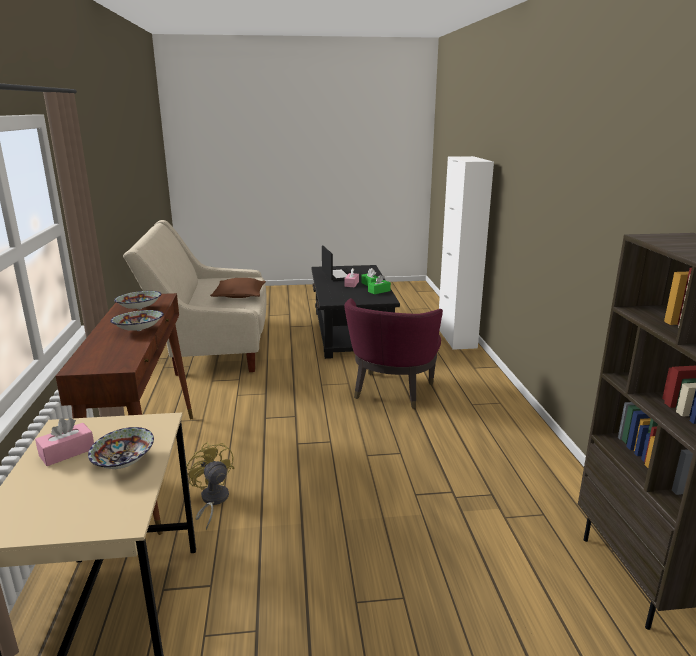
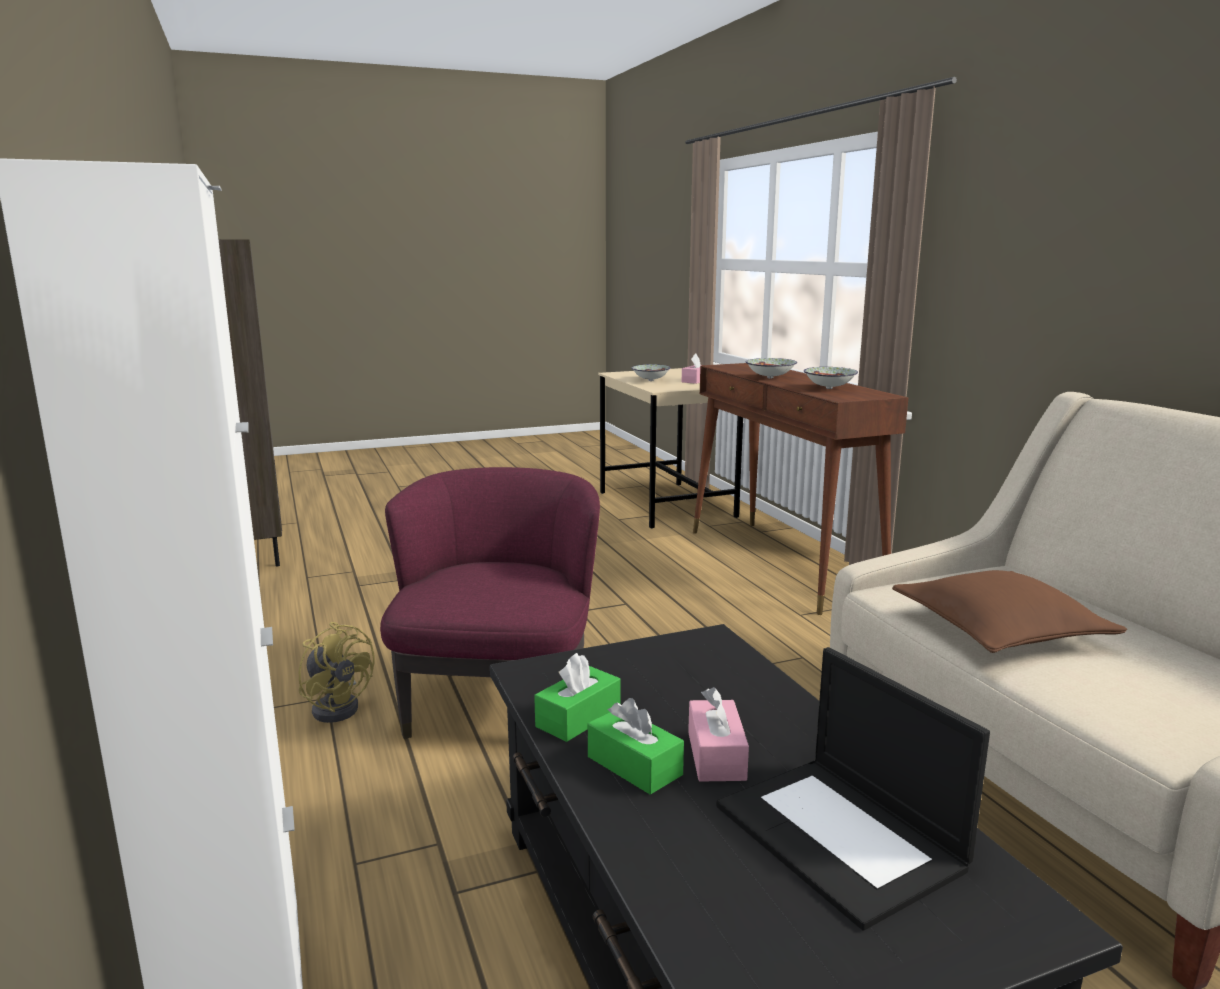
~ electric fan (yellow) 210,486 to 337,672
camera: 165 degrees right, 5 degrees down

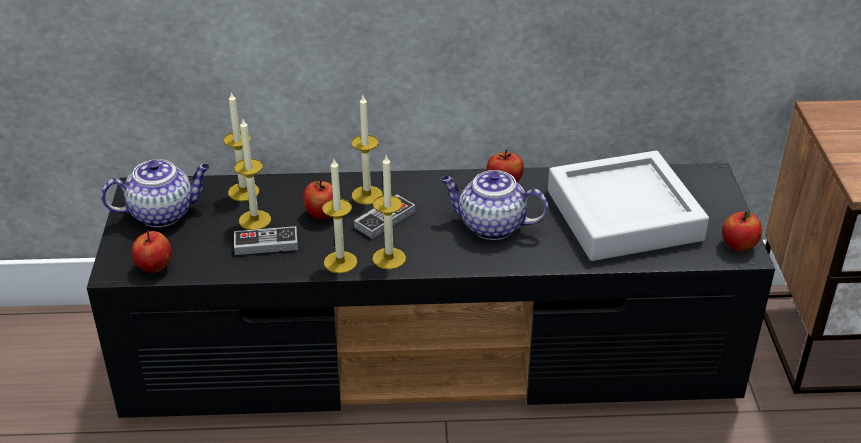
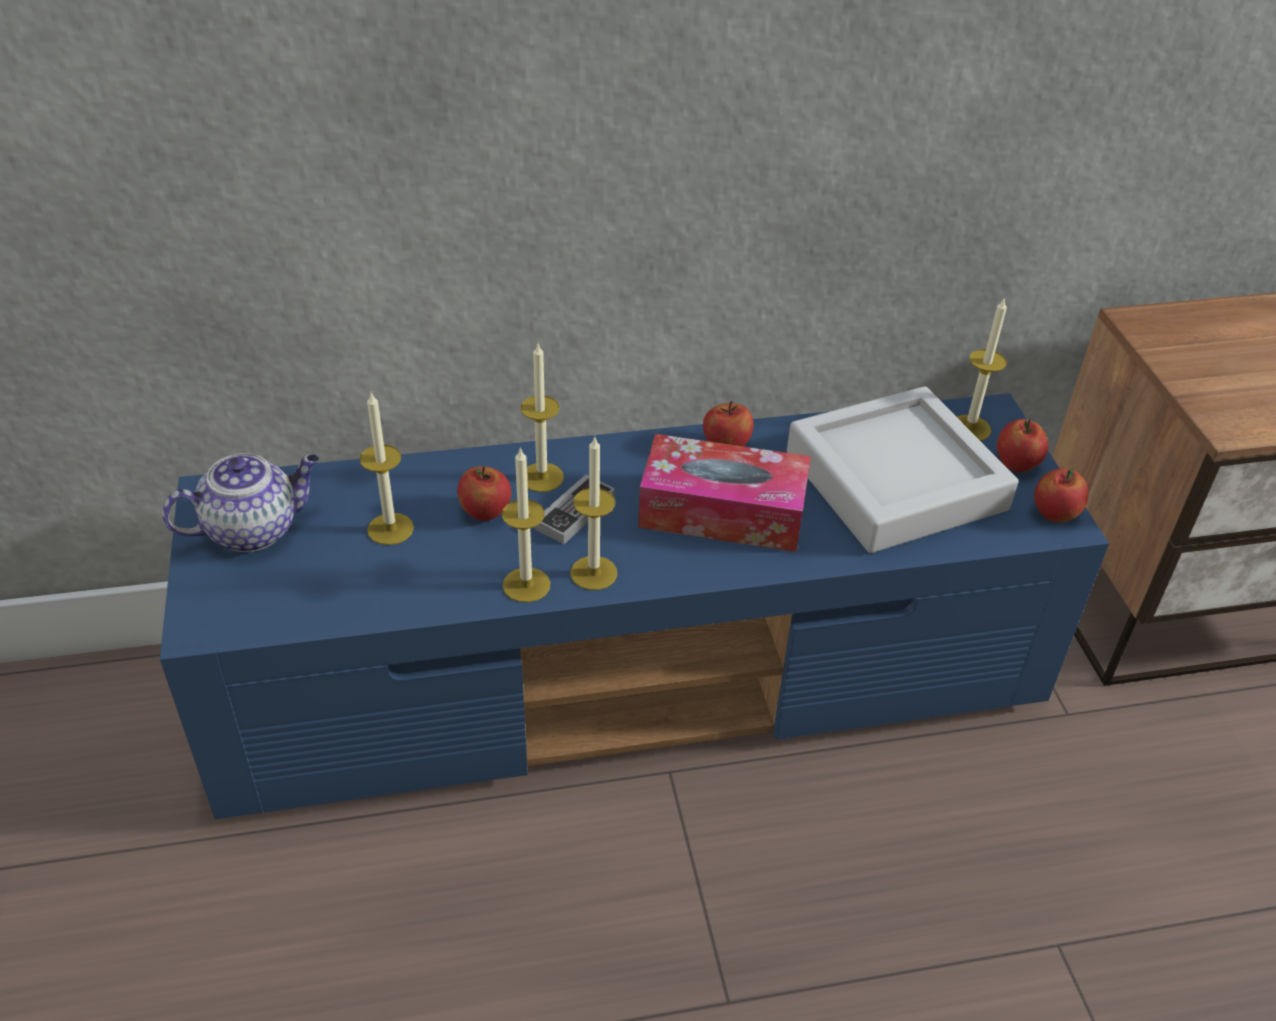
- joypad 266,240
~ apple fruit 151,252 to 1022,445
~ wax candle 241,146 to 982,369
~ teapot 494,205 to box of tissues 724,493
~ tv unit (black) 431,290 to tv unit (blue) 634,606
camera: 10 degrees left, 5 degrees up

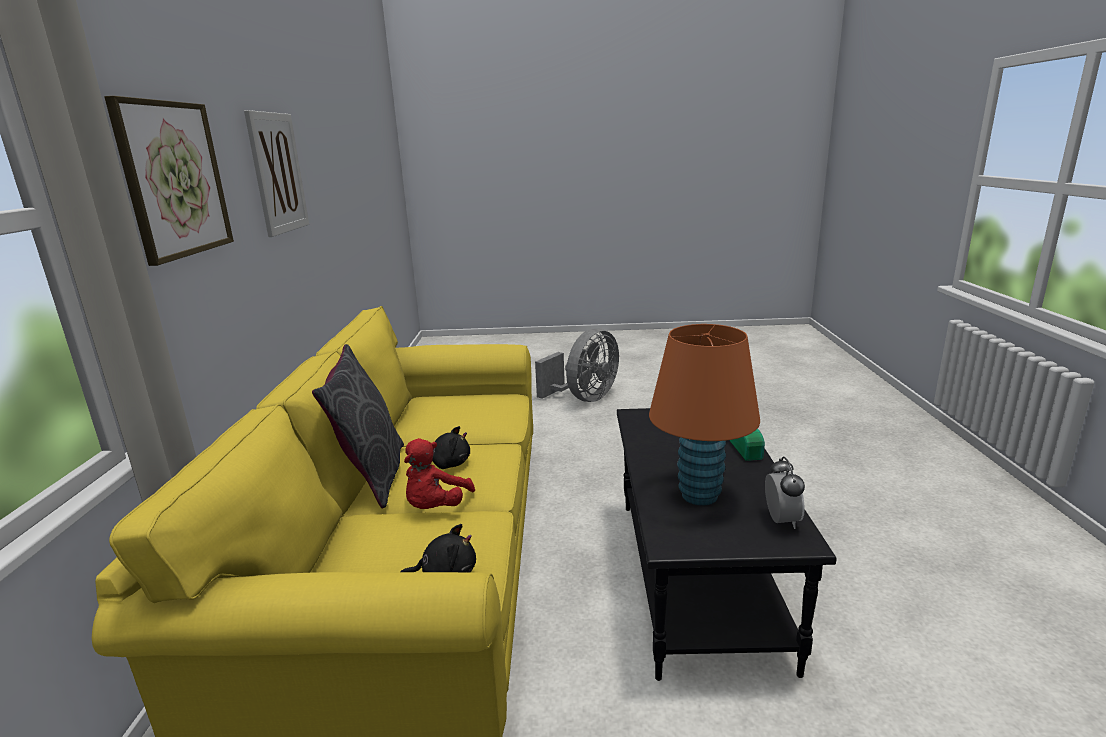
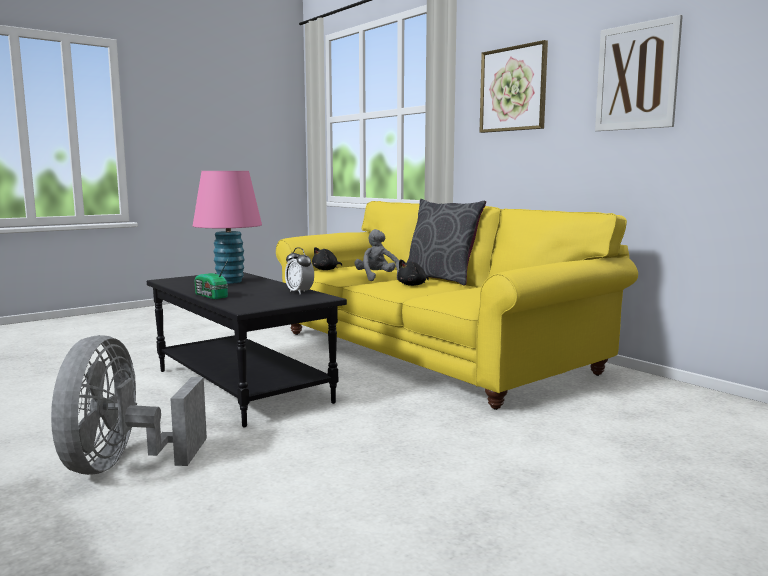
~ electric fan (greyish) 577,365 to 129,405
~ table clock 785,492 to 299,270
~ cuddly toy (reddish) 439,473 to cuddly toy (greyish) 376,255
~ lamp for a table (orange) 704,415 to lamp for a table (pinkish) 227,227
camera: 140 degrees right, 10 degrees down

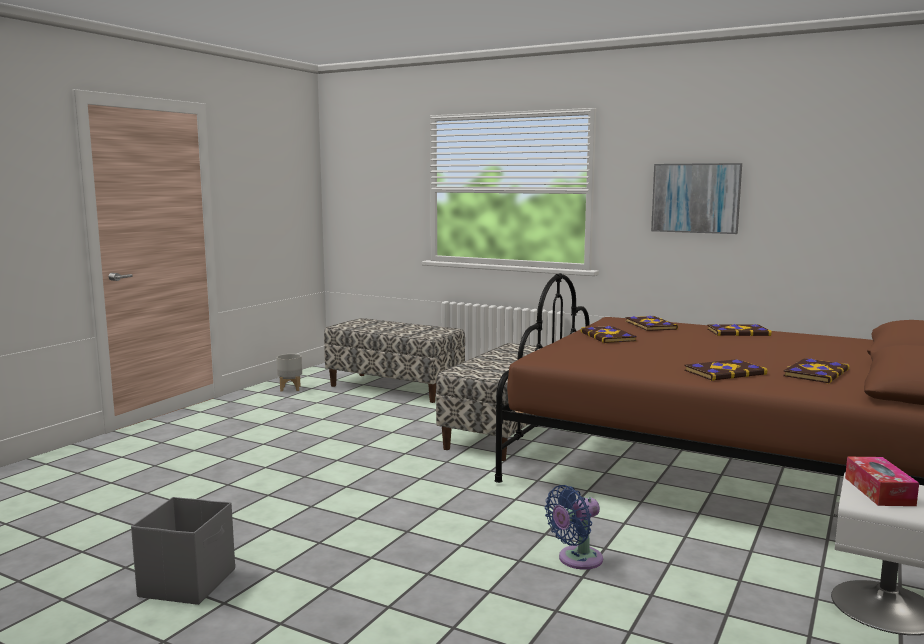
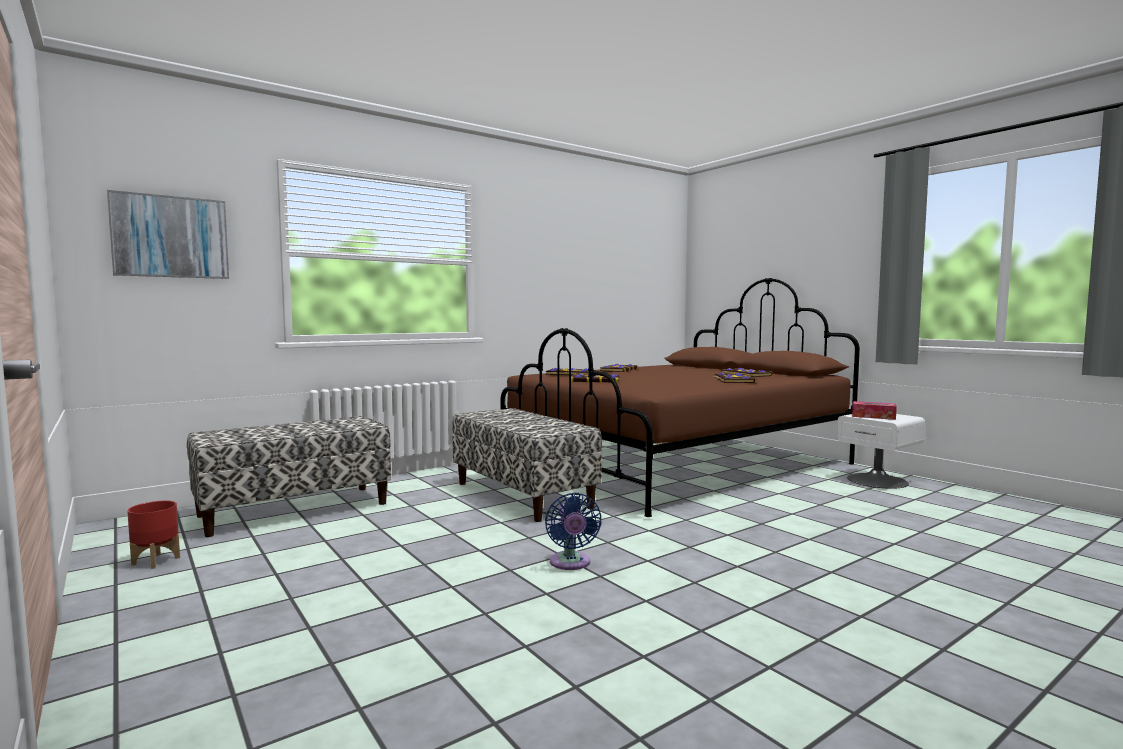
- storage bin (greyish) 183,551
~ electric fan (blue) 574,527 to 573,531
~ wall art 696,198 to 168,234
~ planter (greyish) 289,373 to planter (reddish) 153,535
camera: 65 degrees left, 5 degrees down

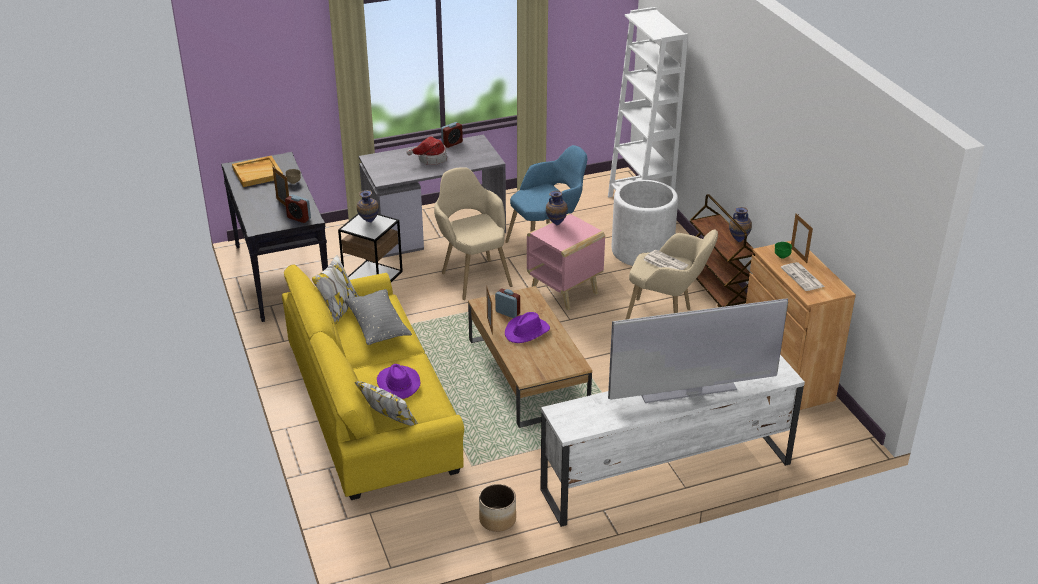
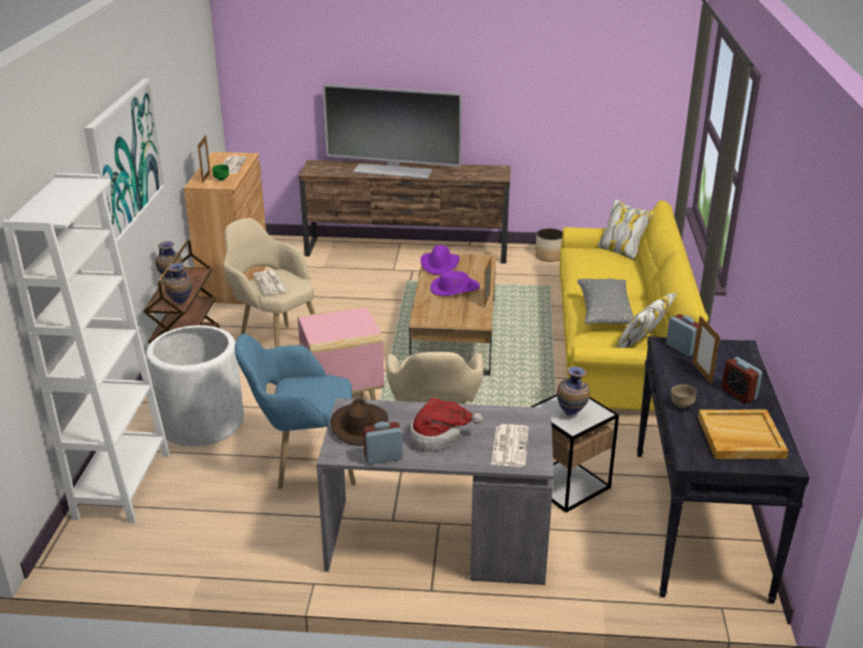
+ wall art 125,164
+ hat (brown-coloured) 359,422
+ newspaper 510,445
~ hat (purple-coloured) 398,381 to 440,260
~ table clock 507,303 to 741,380
~ vase 557,208 to 178,282
~ tv unit (whitish) 672,441 to tv unit (brown-coloured) 405,211
camera: 155 degrees left, 5 degrees down

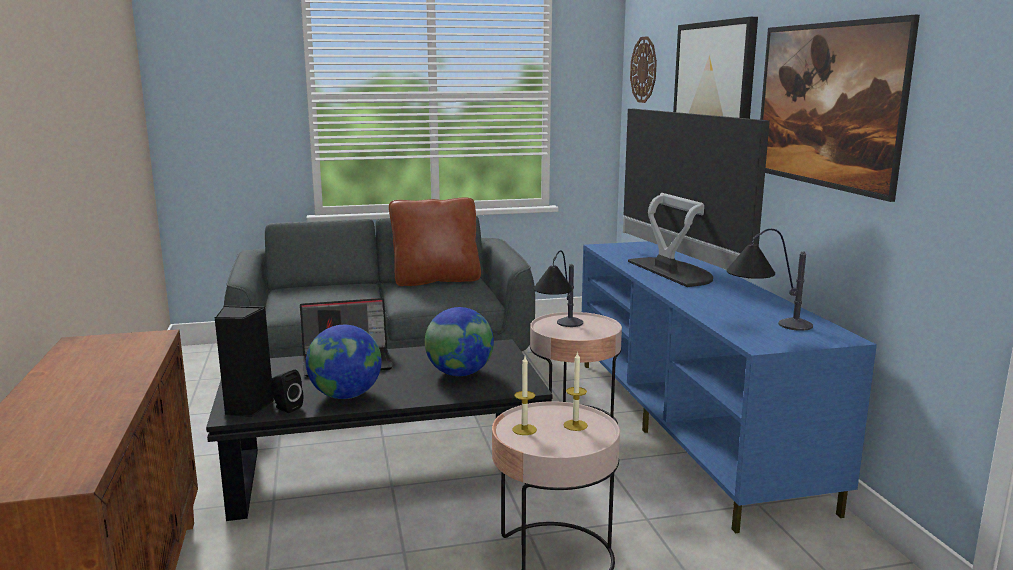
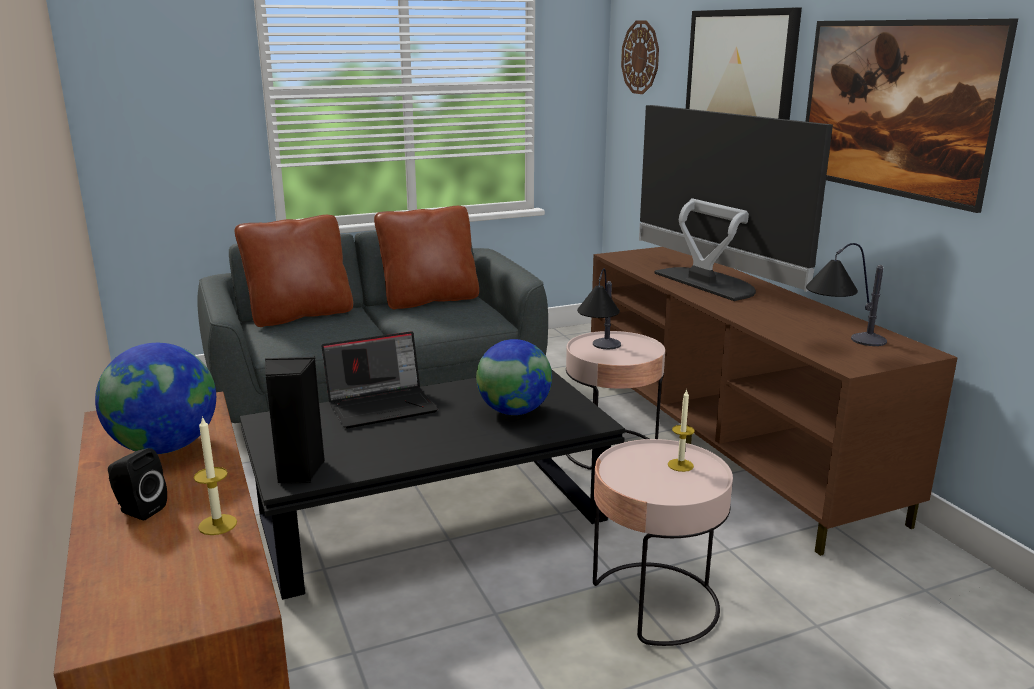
+ pillow (brown-coloured) 294,271
~ speaker (black) 287,391 to 137,484
~ globe 344,362 to 155,398
~ wax candle 525,395 to 215,475
~ tv unit (blue) 729,387 to tv unit (brown-coloured) 774,401
camera: 10 degrees left, 5 degrees up

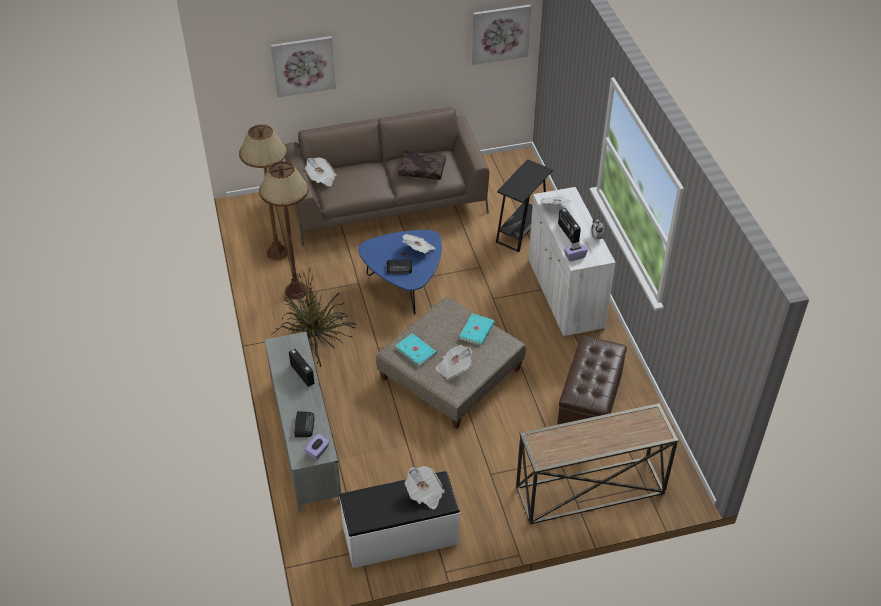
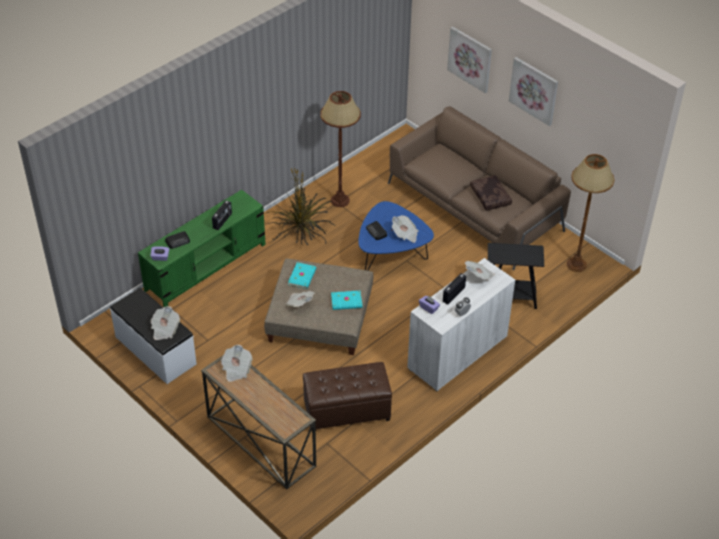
~ standard lamp (brown-coloured) 264,192 to 591,213
~ newspaper 321,172 to 237,363
~ wall art 501,35 to 533,91
~ tv unit (greyish) 303,422 to tv unit (greenish) 202,248
camera: 60 degrees right, 0 degrees up

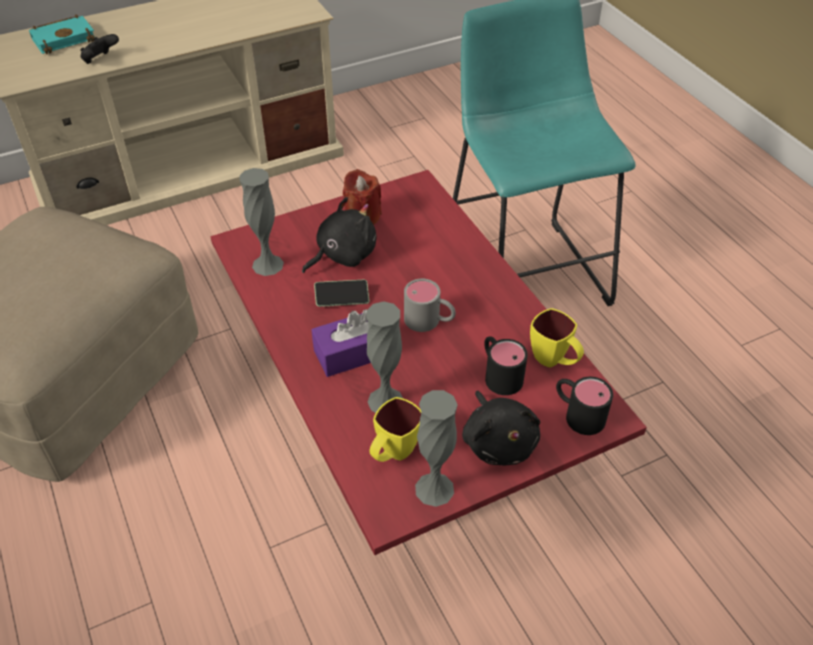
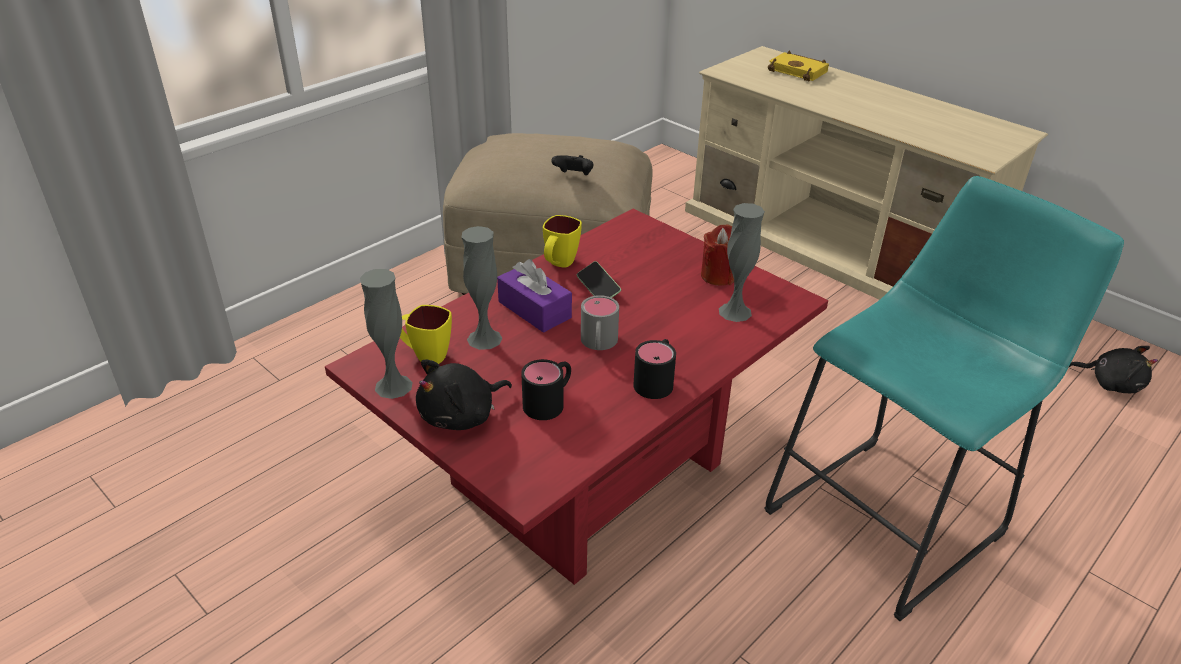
~ joypad (black) 99,49 to 572,165
~ vase (greyish) 262,222 to 742,262
~ cuddly toy (black) 339,235 to 1113,369
~ coffee mug (yellow) 557,338 to 562,241
~ coffee mug (black) 584,406 to 654,369
~ book (turquoise-coloured) 62,34 to book (yellow) 798,66
camera: 70 degrees right, 10 degrees down

